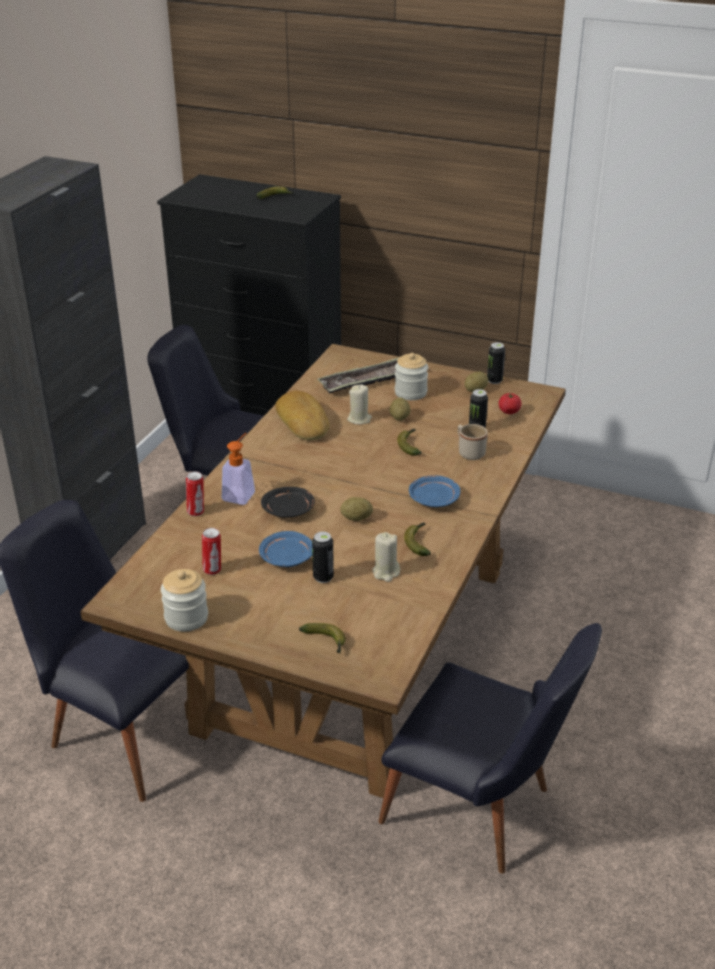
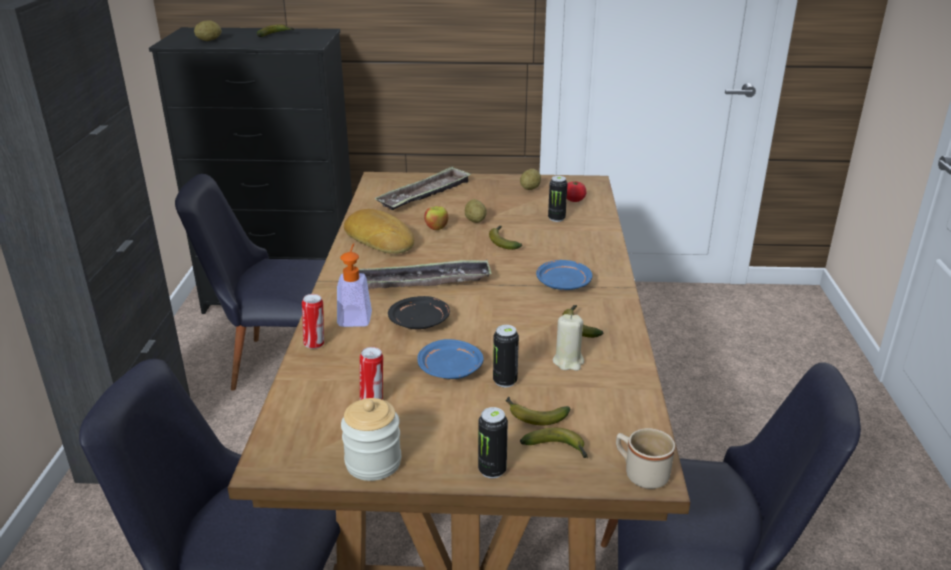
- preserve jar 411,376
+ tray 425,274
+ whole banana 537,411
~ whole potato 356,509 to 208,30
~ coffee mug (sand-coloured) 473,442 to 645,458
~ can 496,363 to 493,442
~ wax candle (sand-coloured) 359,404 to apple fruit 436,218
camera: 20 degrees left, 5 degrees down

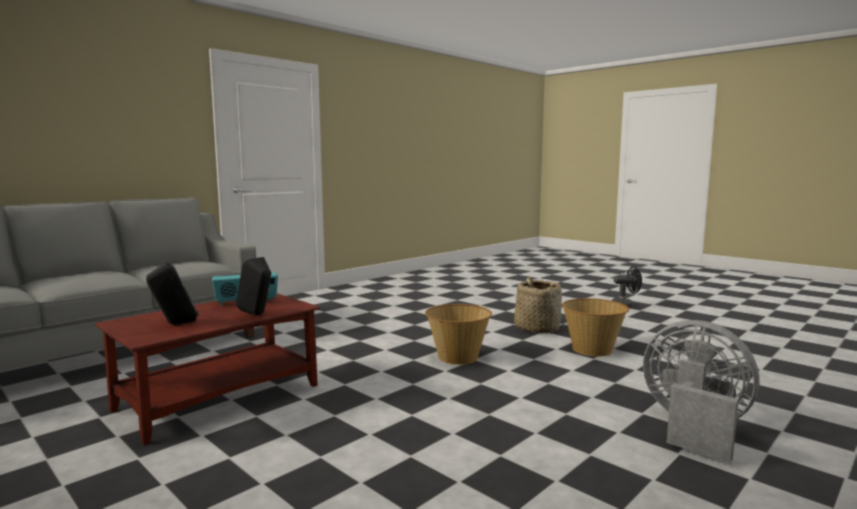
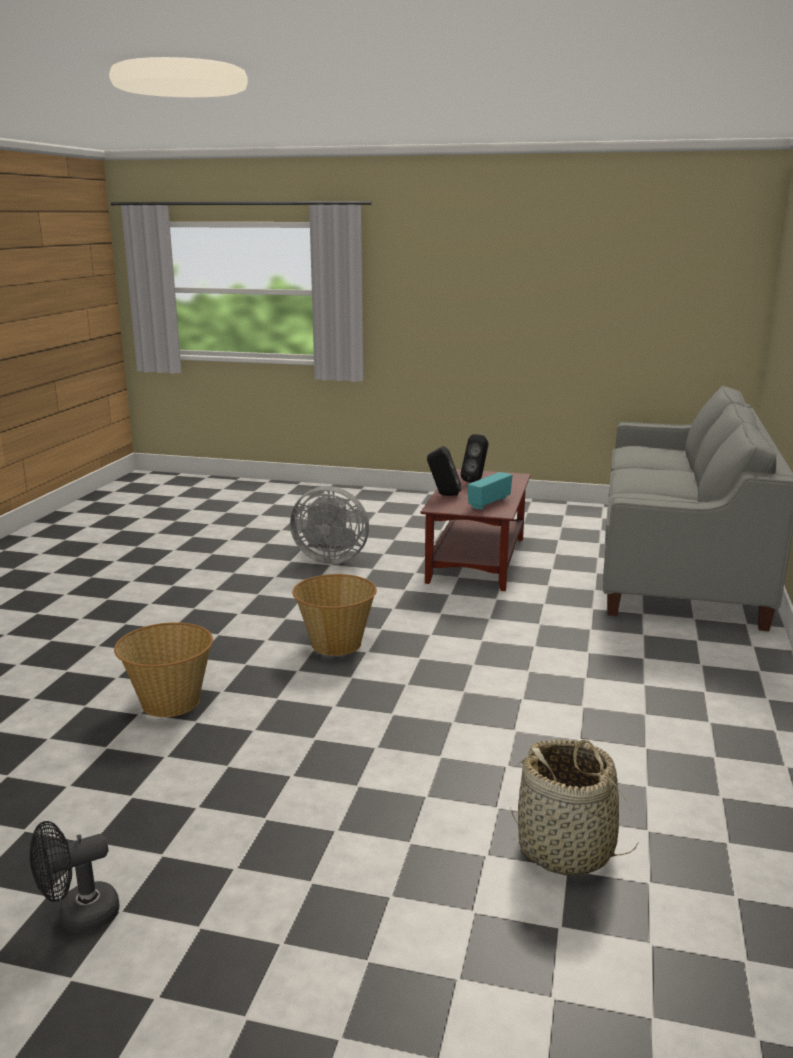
~ basket 538,305 to 574,807
~ electric fan (greyish) 701,391 to 329,525
camera: 150 degrees right, 10 degrees up

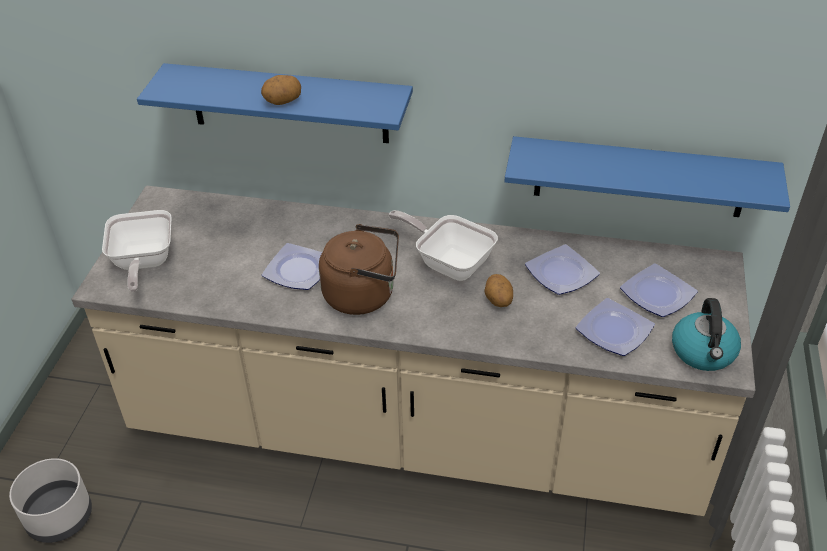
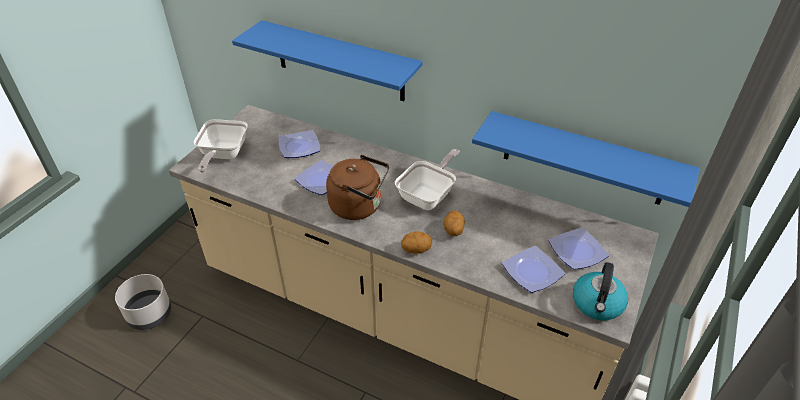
~ whole potato 281,90 to 416,242
~ plate 562,269 to 299,144
~ frying pan 443,245 = 427,179 75 degrees clockwise
camera: 15 degrees right, 0 degrees up

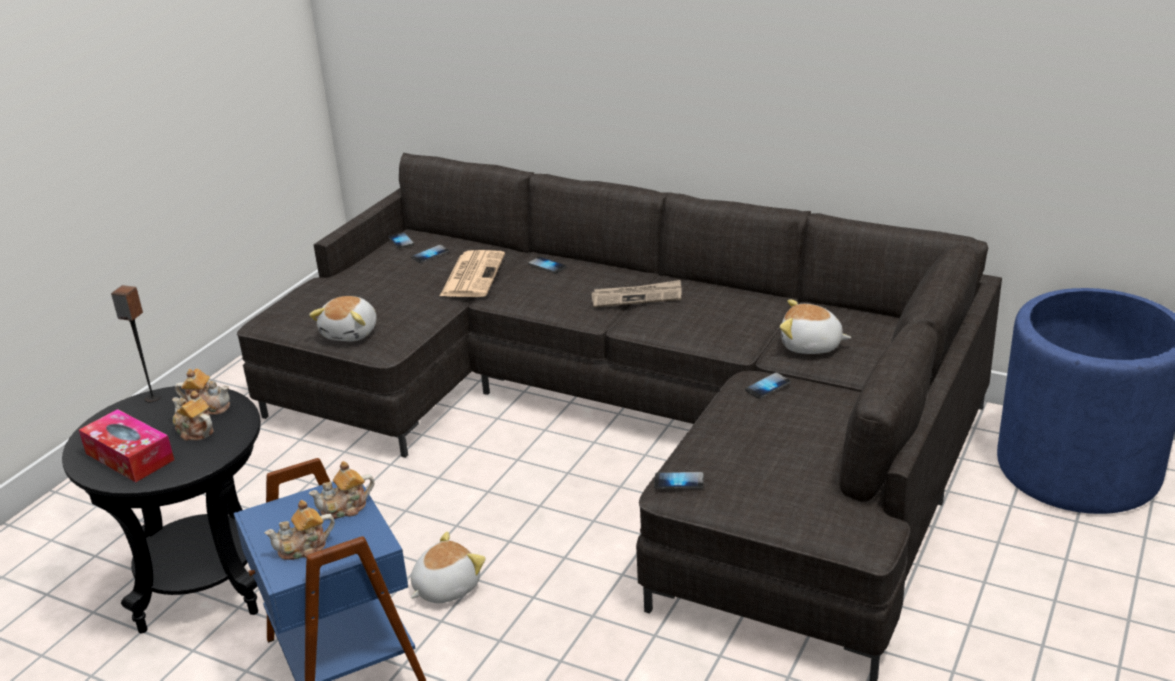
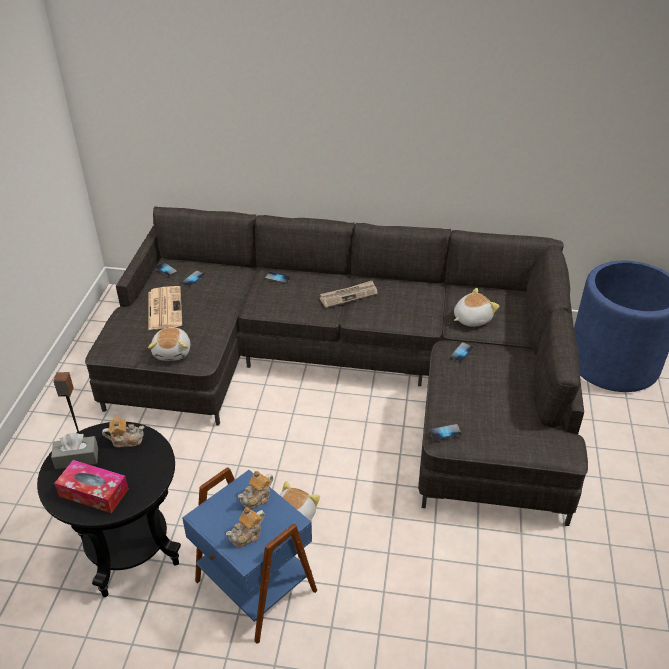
- teapot 193,415
+ box of tissues (greyish) 74,451
~ newspaper 472,273 to 165,308
~ cuddly toy 815,326 = 476,307 150 degrees clockwise
camera: 20 degrees left, 10 degrees up

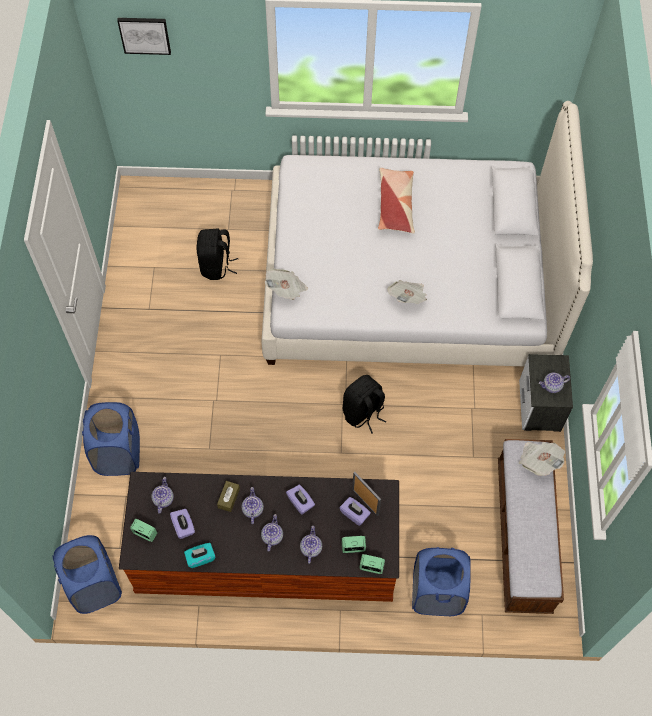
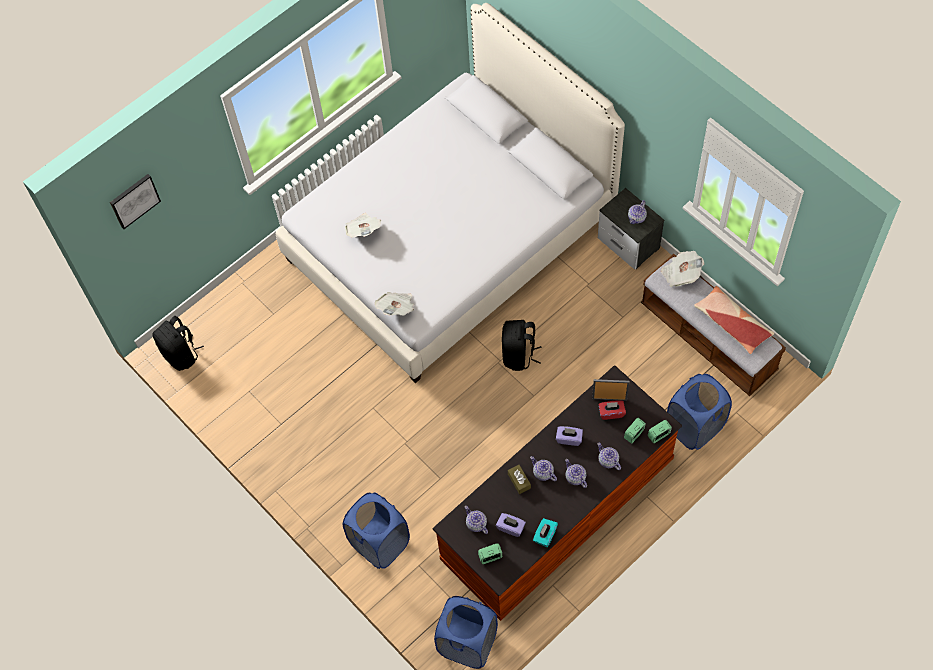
~ backpack (black) 217,254 to 178,343
~ pillow 396,201 to 734,320
~ newspaper 407,292 to 363,225
~ box of tissues (purple-coloured) 355,511 to box of tissues (reddish) 612,410
camera: 40 degrees left, 0 degrees up

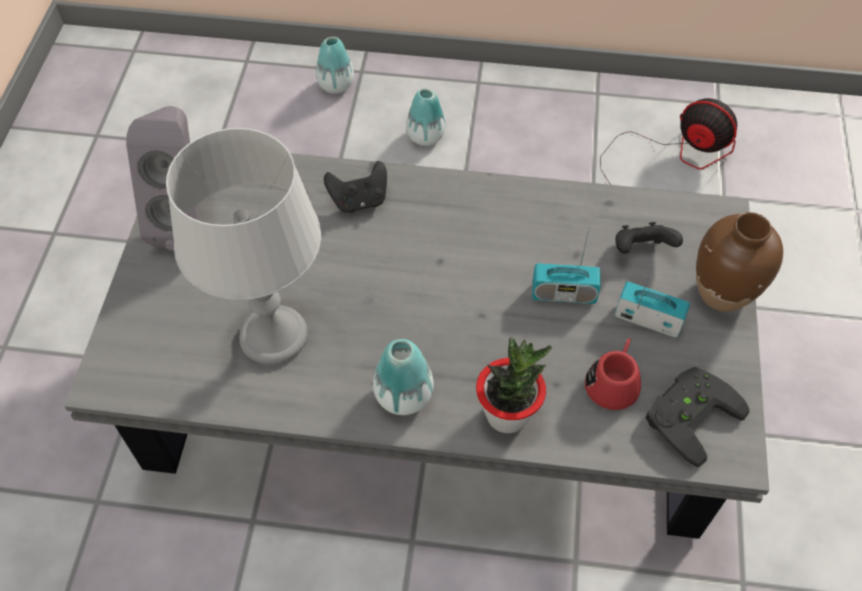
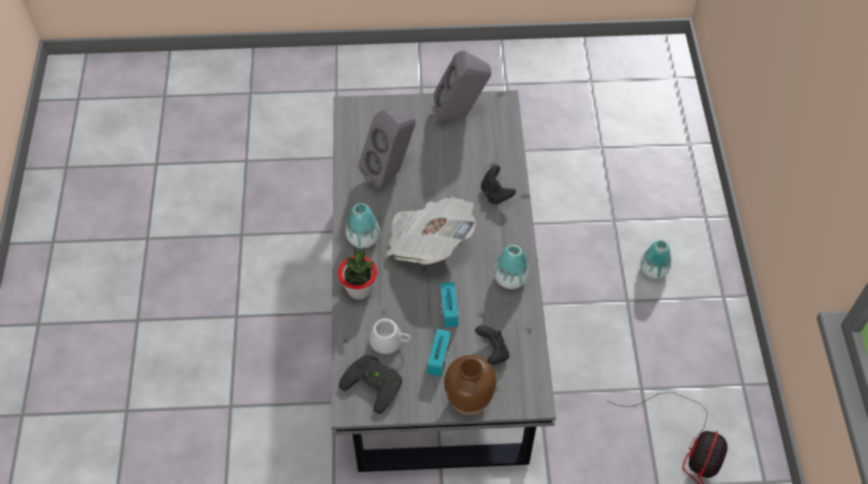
+ newspaper 431,231
~ vase 335,65 to 511,267
~ lamp for a table (greyish) 243,246 to speaker (greyish) 387,150
~ coffee mug (reddish) 613,374 to coffee mug (whitish) 390,336
camera: 80 degrees right, 0 degrees up

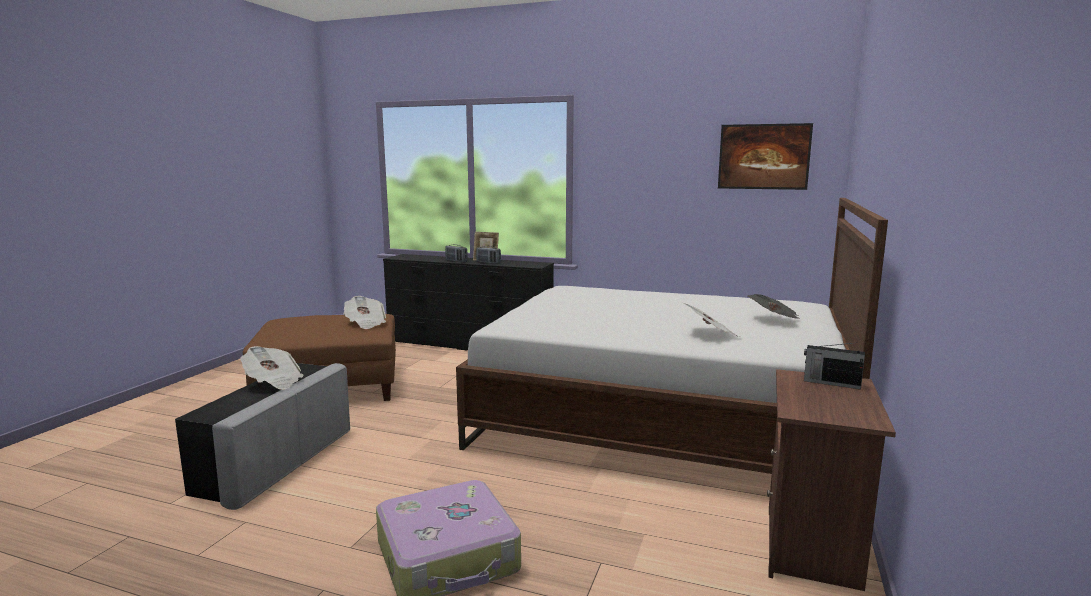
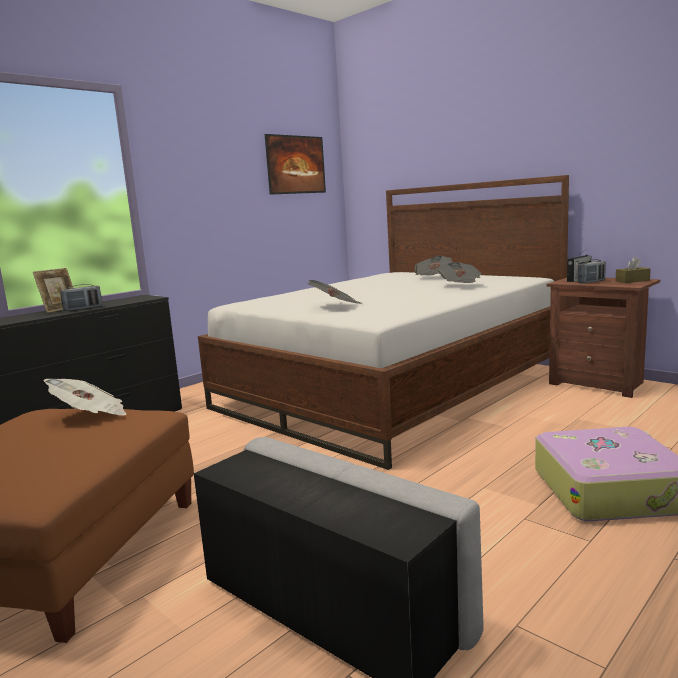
+ box of tissues (brown-coloured) 633,270
~ newspaper 272,368 to 334,292
~ radio receiver 456,253 to 591,271
camera: 65 degrees left, 0 degrees up

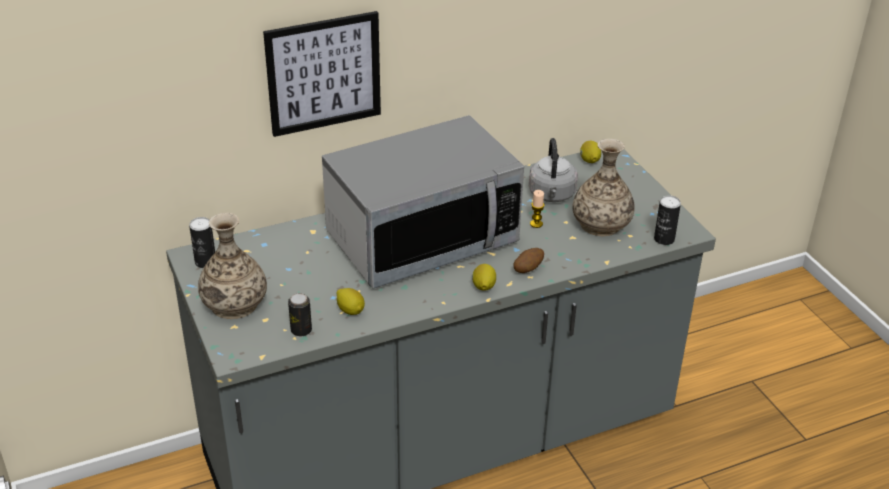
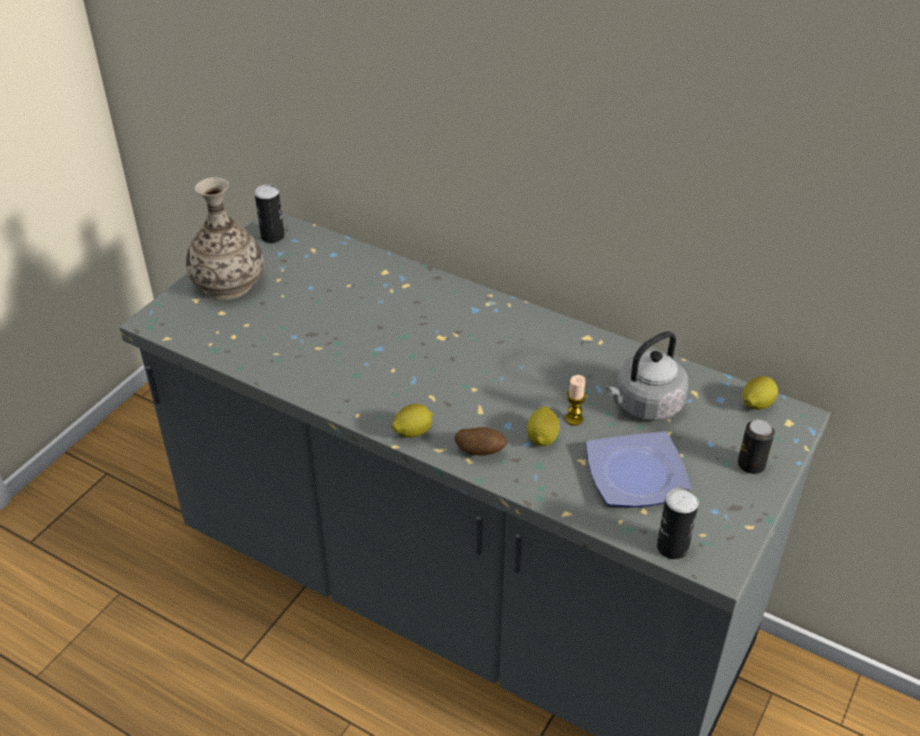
- wall art 322,74
- microwave oven 423,201
~ can 300,314 to 756,446
~ whole lemon 350,301 to 543,426
~ vase 603,187 to plate 639,469
camera: 55 degrees right, 5 degrees up

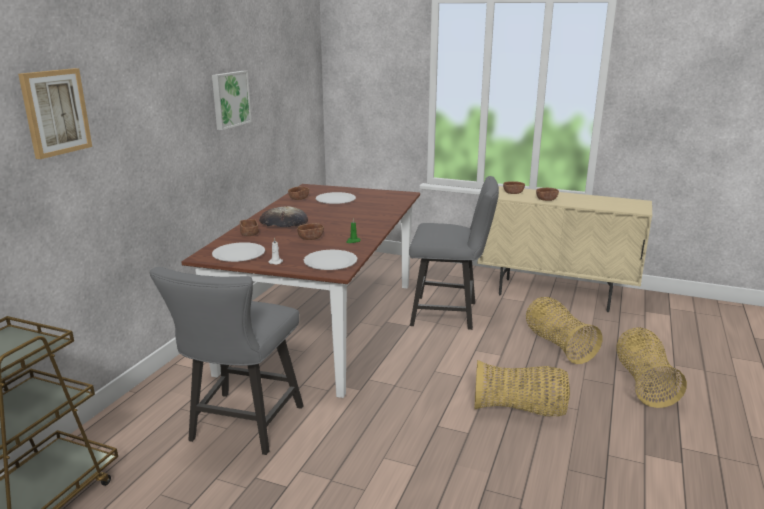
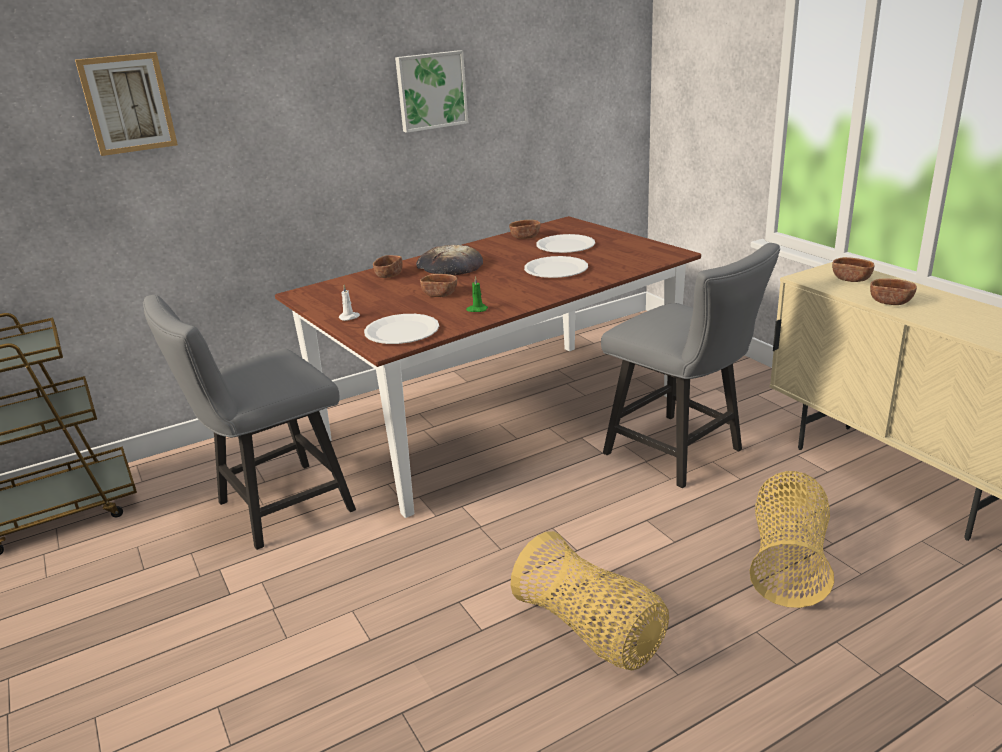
- basket 651,367
~ plate (whitish) 238,252 to 556,267
camera: 40 degrees right, 5 degrees up

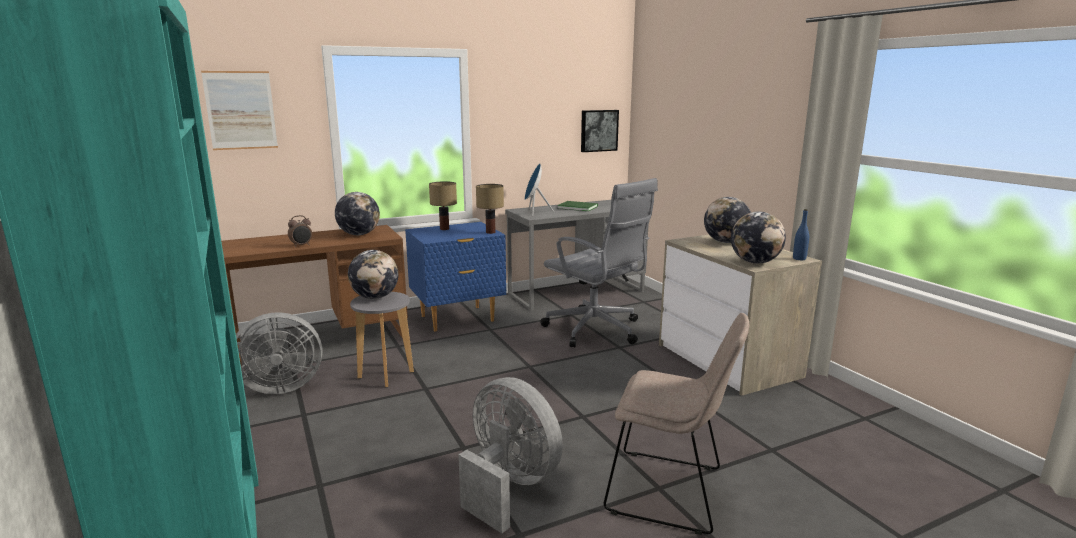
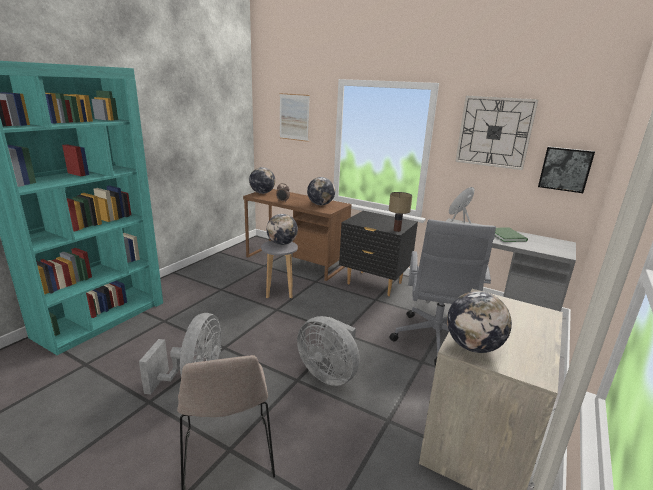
- lamp for a table 443,205
- drink bottle (blue) 801,234
+ hanging clock 497,133
~ electric fan (greyish) 279,353 to 328,351
~ globe 727,220 to 262,180
~ night table (blue) 455,277 to night table (black) 378,253
camera: 55 degrees right, 5 degrees up

